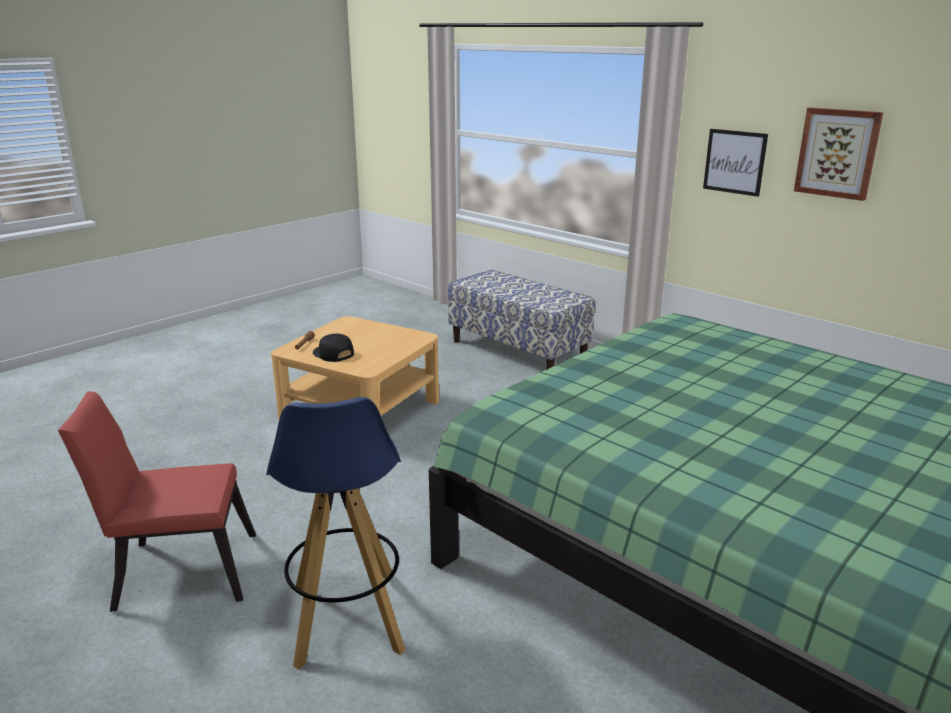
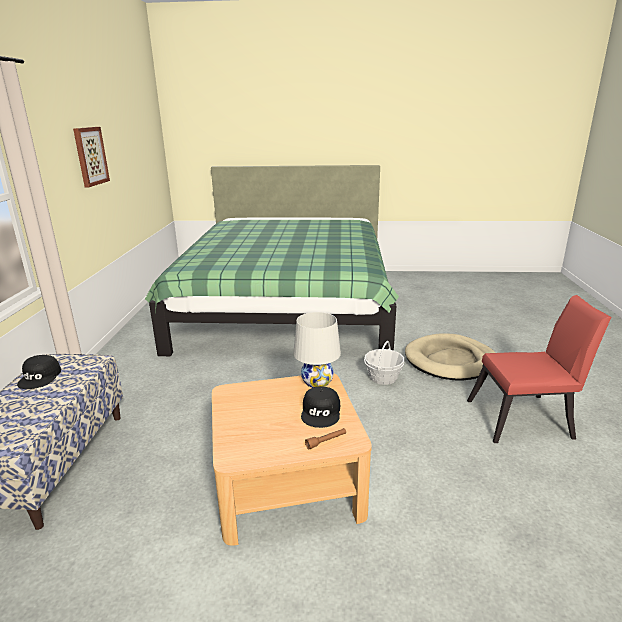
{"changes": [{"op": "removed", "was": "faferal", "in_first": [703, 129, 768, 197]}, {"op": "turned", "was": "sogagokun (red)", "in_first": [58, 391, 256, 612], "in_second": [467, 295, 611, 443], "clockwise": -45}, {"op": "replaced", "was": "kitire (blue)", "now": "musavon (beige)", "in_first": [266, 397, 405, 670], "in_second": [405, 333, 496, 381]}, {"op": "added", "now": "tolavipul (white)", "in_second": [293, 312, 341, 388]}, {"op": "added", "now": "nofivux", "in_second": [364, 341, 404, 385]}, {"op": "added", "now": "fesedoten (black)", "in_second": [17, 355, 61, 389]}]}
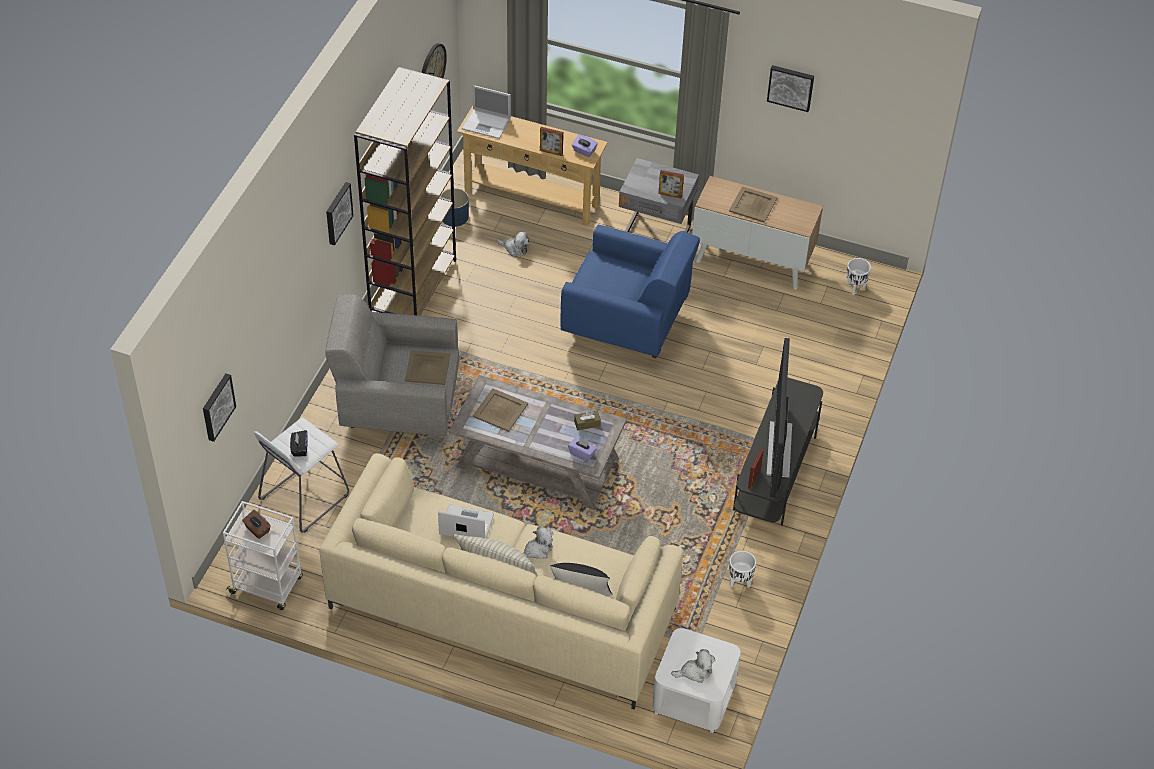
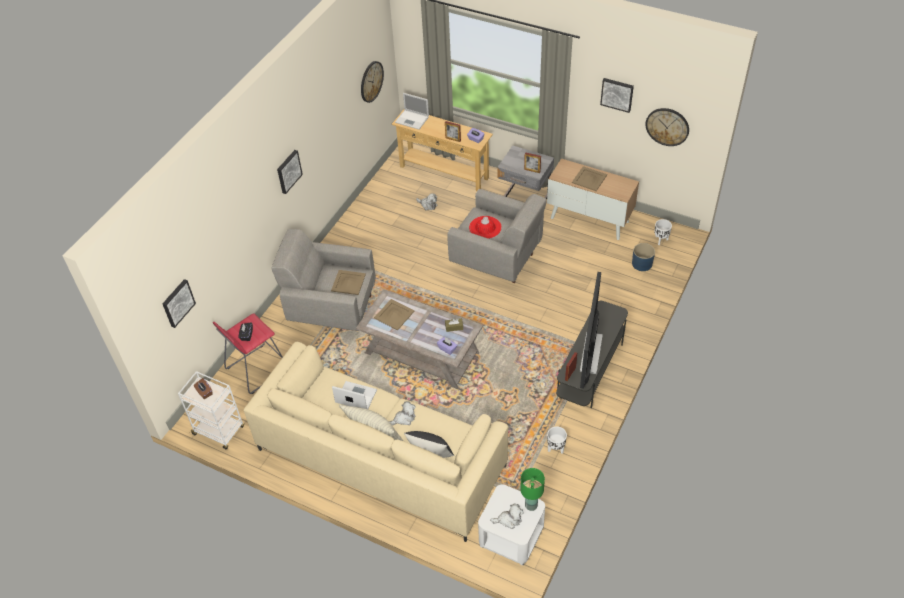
{"changes": [{"op": "removed", "was": "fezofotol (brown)", "in_first": [354, 67, 456, 316]}, {"op": "moved", "was": "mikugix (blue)", "in_first": [440, 188, 469, 227], "in_second": [632, 243, 655, 271]}, {"op": "recoloured", "was": "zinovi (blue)", "now": "zinovi (grey)", "in_first": [561, 224, 700, 358], "in_second": [448, 189, 547, 283]}, {"op": "recoloured", "was": "kitire (white)", "now": "kitire (red)", "in_first": [254, 418, 349, 533], "in_second": [213, 313, 283, 394]}, {"op": "added", "now": "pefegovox", "in_second": [645, 108, 689, 146]}, {"op": "added", "now": "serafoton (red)", "in_second": [469, 216, 502, 239]}, {"op": "added", "now": "tolavipul (green)", "in_second": [520, 468, 545, 511]}]}
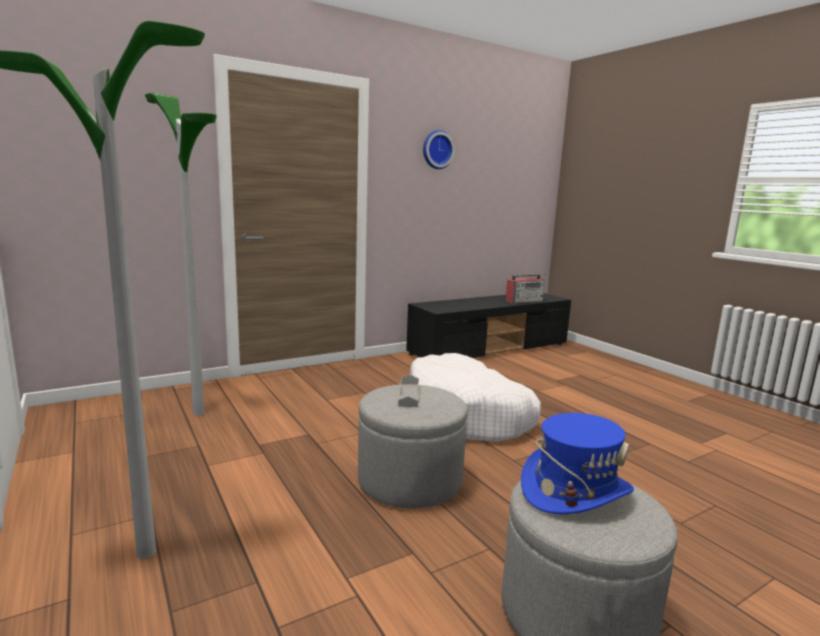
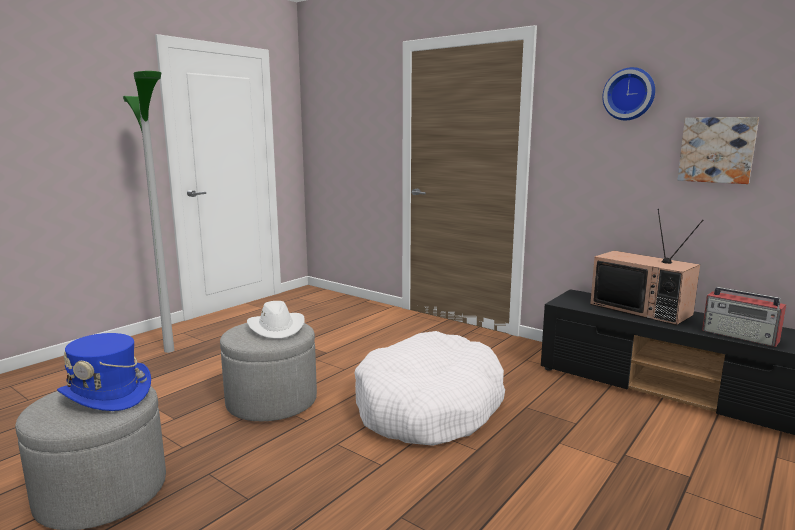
{"changes": [{"op": "removed", "was": "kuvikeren", "in_first": [145, 93, 217, 416]}, {"op": "replaced", "was": "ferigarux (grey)", "now": "serafoton (white)", "in_first": [398, 375, 419, 407], "in_second": [247, 301, 305, 339]}, {"op": "added", "now": "faferal", "in_second": [678, 117, 759, 184]}, {"op": "added", "now": "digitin", "in_second": [590, 209, 704, 325]}]}
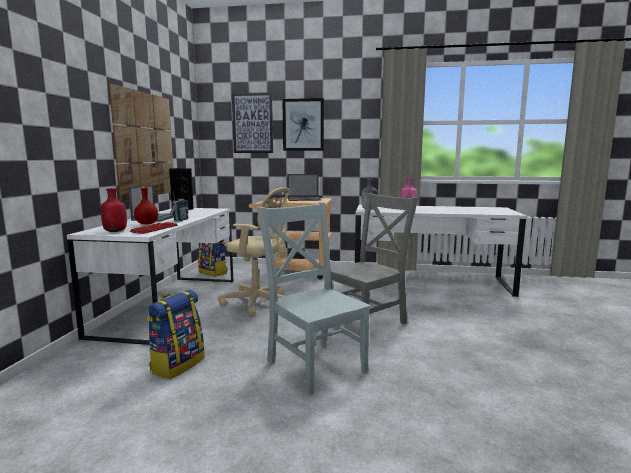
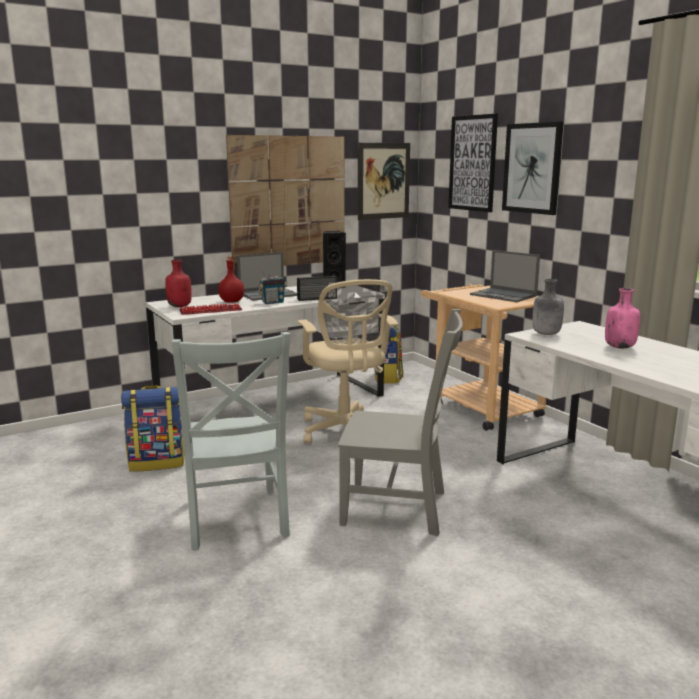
{"changes": [{"op": "turned", "was": "sogagokun (grey)", "in_first": [257, 202, 371, 395], "in_second": [171, 332, 291, 550], "clockwise": 150}, {"op": "added", "now": "faferal", "in_second": [358, 143, 410, 220]}, {"op": "added", "now": "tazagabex", "in_second": [297, 276, 337, 301]}]}
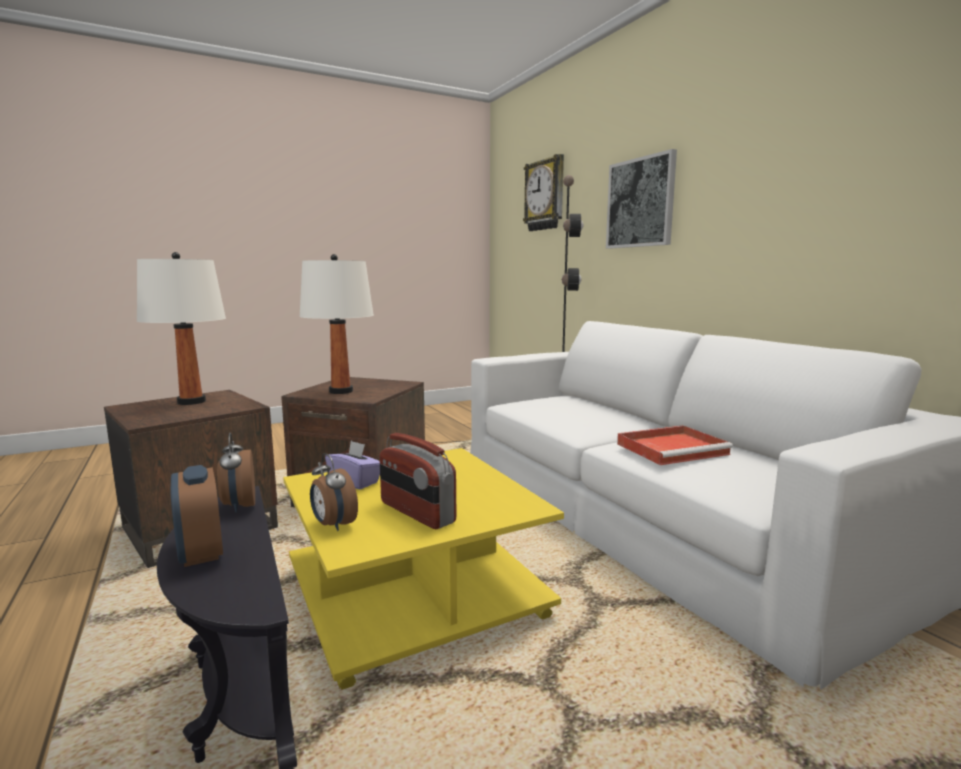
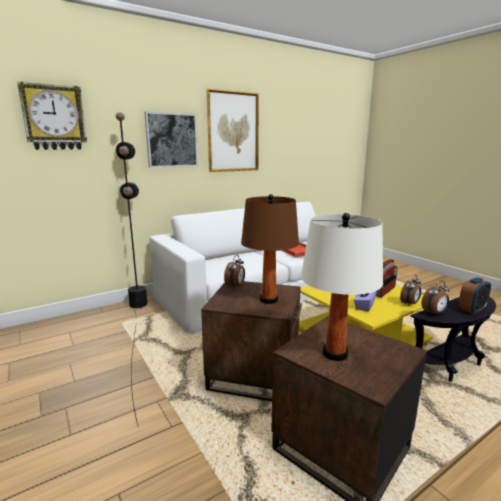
{"changes": [{"op": "recoloured", "was": "tolavipul (white)", "now": "tolavipul (brown)", "in_first": [299, 254, 374, 394], "in_second": [241, 194, 299, 304]}, {"op": "added", "now": "faferal", "in_second": [207, 89, 259, 172]}, {"op": "added", "now": "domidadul", "in_second": [224, 254, 245, 289]}]}
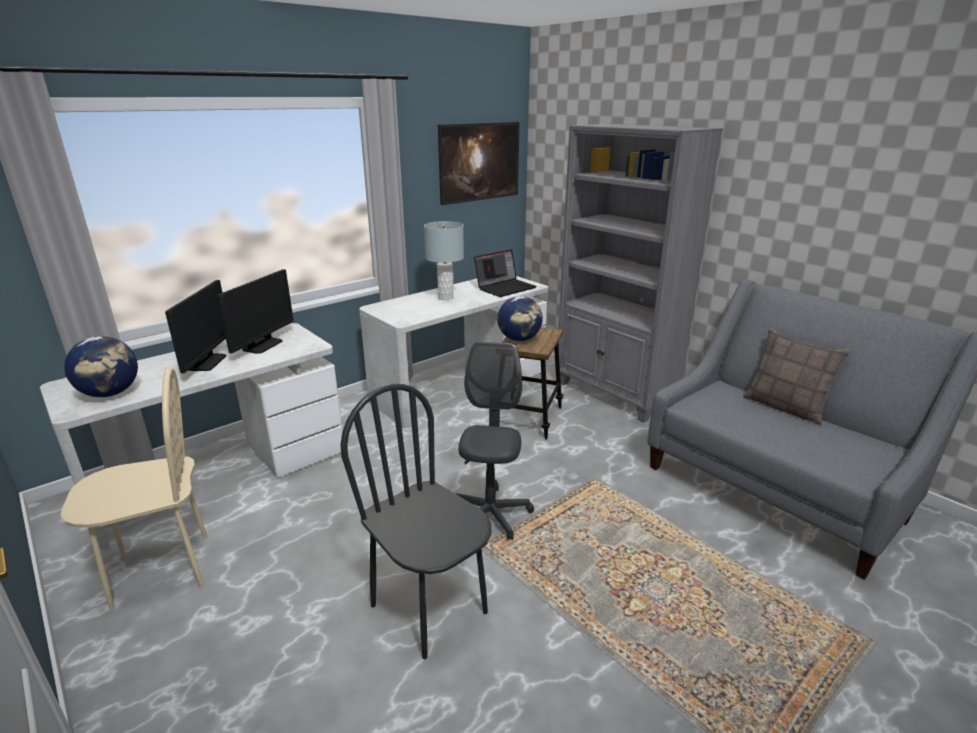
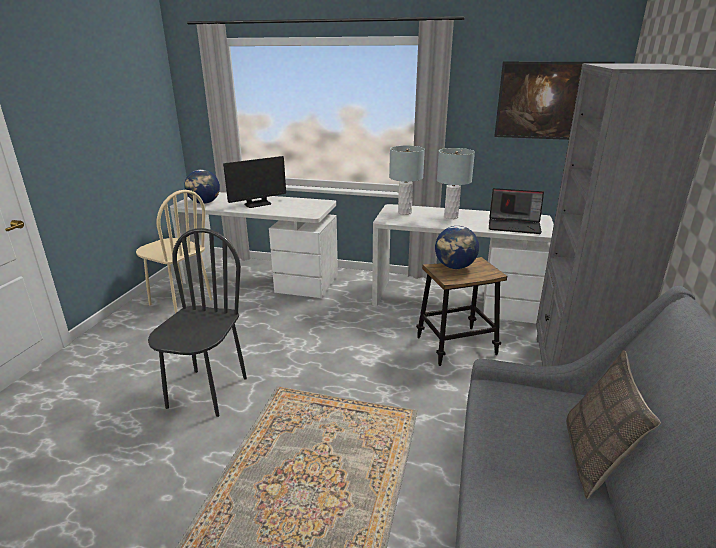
{"changes": [{"op": "removed", "was": "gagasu", "in_first": [217, 269, 294, 354]}, {"op": "removed", "was": "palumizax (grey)", "in_first": [455, 342, 534, 540]}, {"op": "added", "now": "tolavipul (grey)", "in_second": [389, 146, 425, 215]}]}
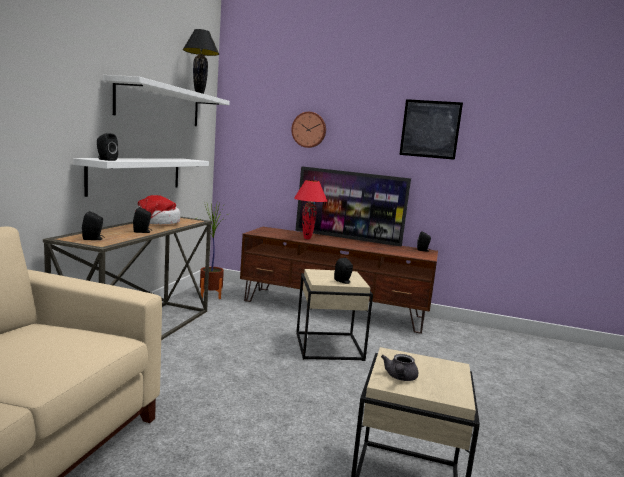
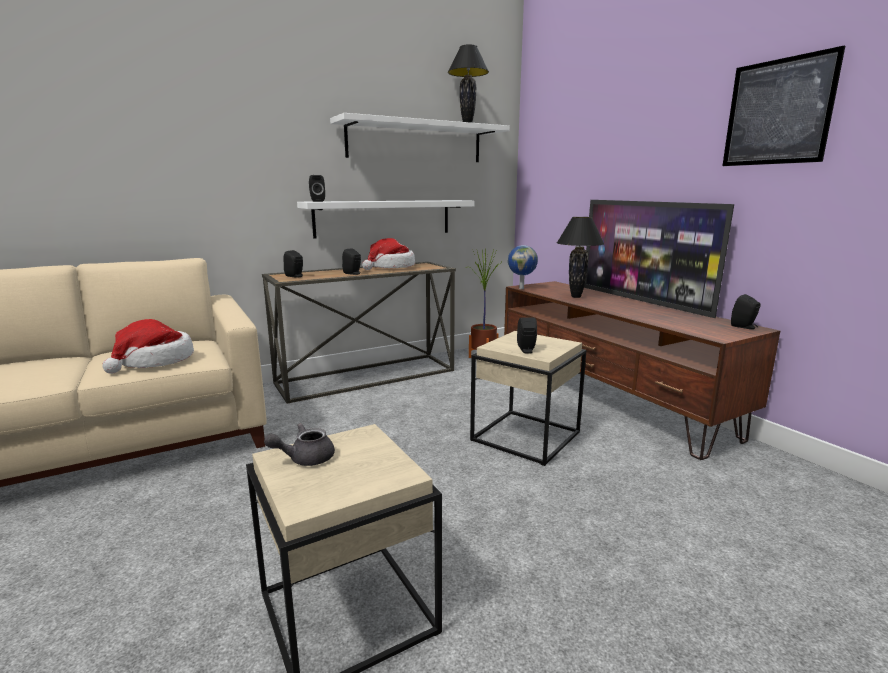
{"changes": [{"op": "removed", "was": "pefegovox", "in_first": [291, 112, 326, 148]}, {"op": "recoloured", "was": "tolavipul (red)", "now": "tolavipul (black)", "in_first": [294, 180, 327, 239], "in_second": [557, 217, 604, 298]}, {"op": "added", "now": "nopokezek", "in_second": [508, 245, 538, 289]}, {"op": "added", "now": "serafoton", "in_second": [102, 319, 194, 374]}]}
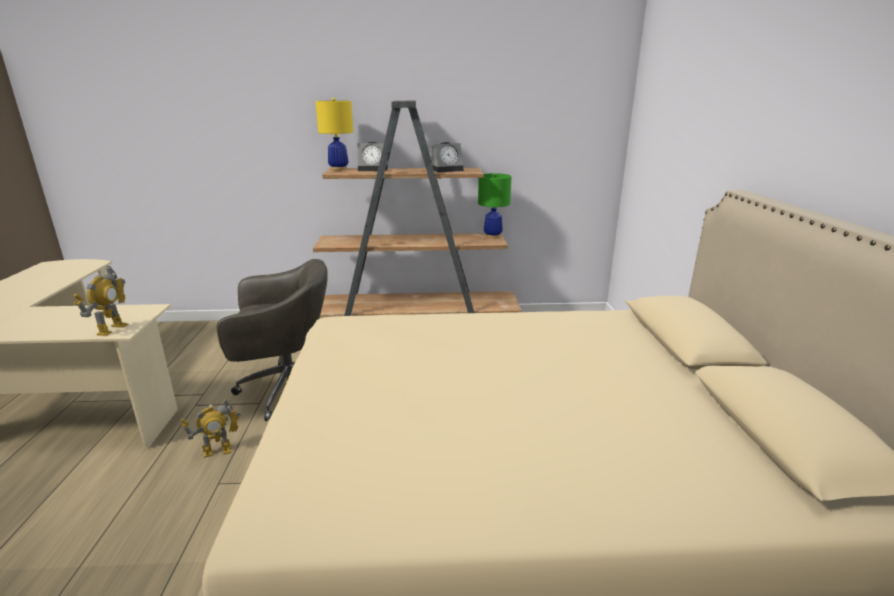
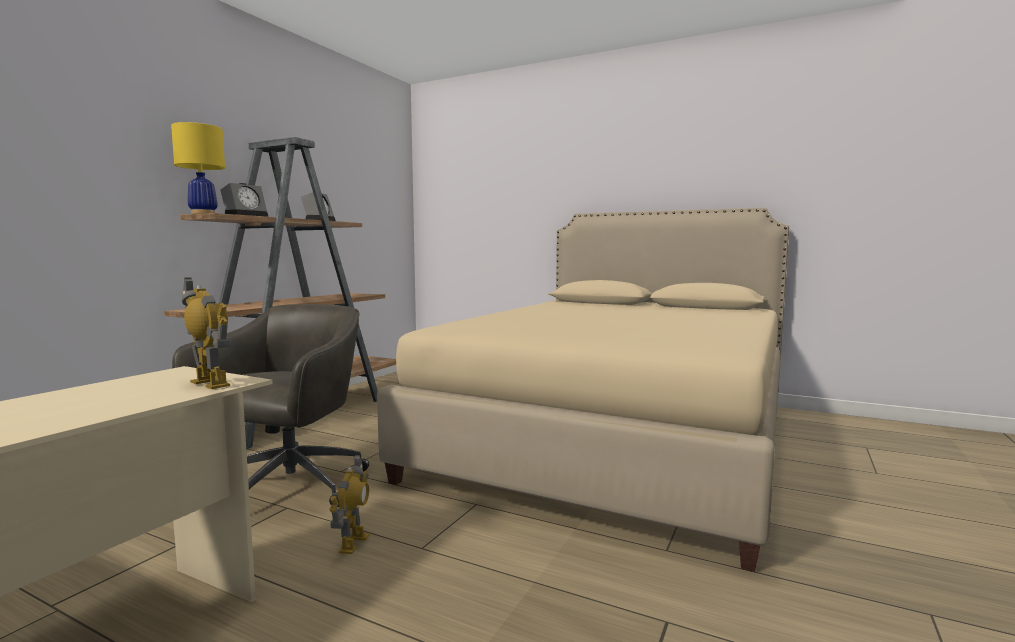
{"changes": [{"op": "removed", "was": "tolavipul (green)", "in_first": [478, 173, 512, 239]}]}
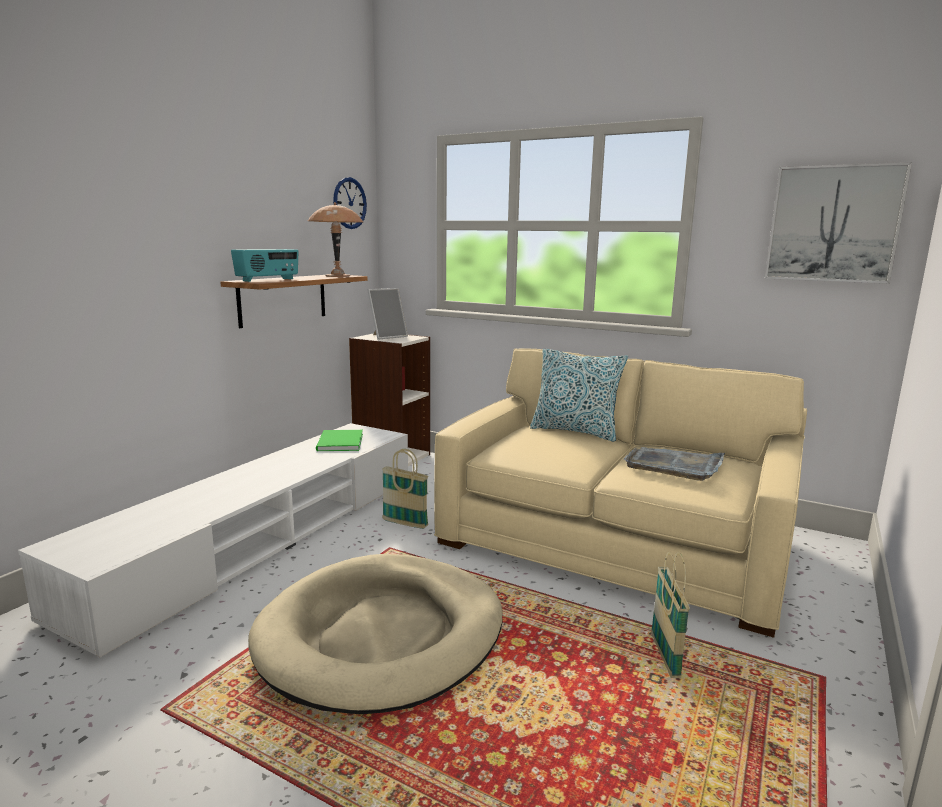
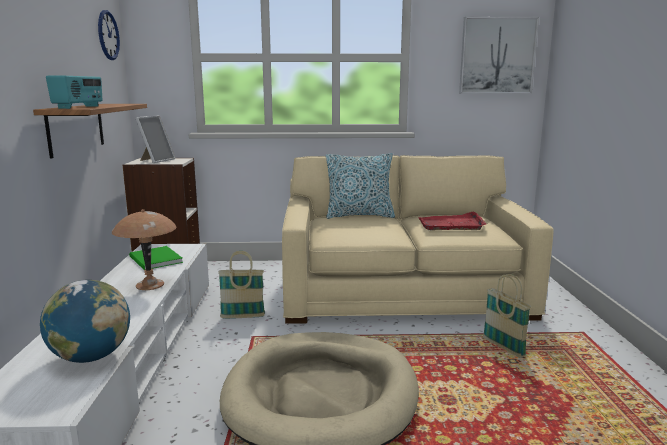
{"changes": [{"op": "moved", "was": "tolavipul (brown)", "in_first": [308, 202, 363, 277], "in_second": [112, 209, 176, 290]}, {"op": "recoloured", "was": "ferigarux (grey)", "now": "ferigarux (red)", "in_first": [624, 447, 725, 481], "in_second": [418, 212, 486, 231]}, {"op": "added", "now": "nopokezek", "in_second": [40, 280, 130, 363]}]}
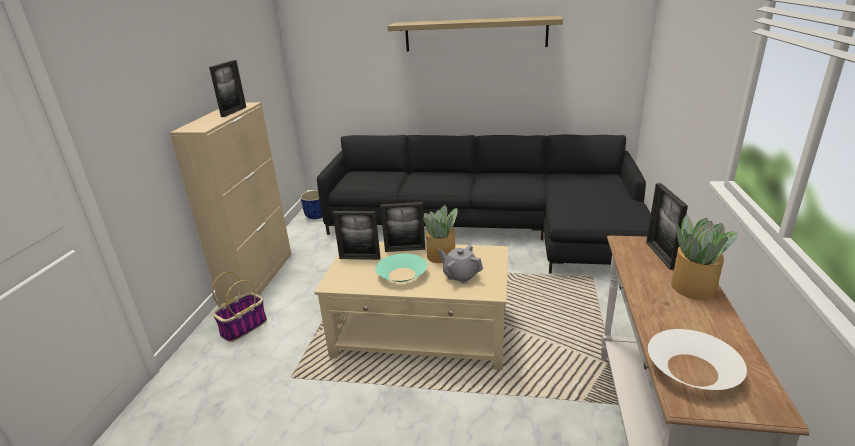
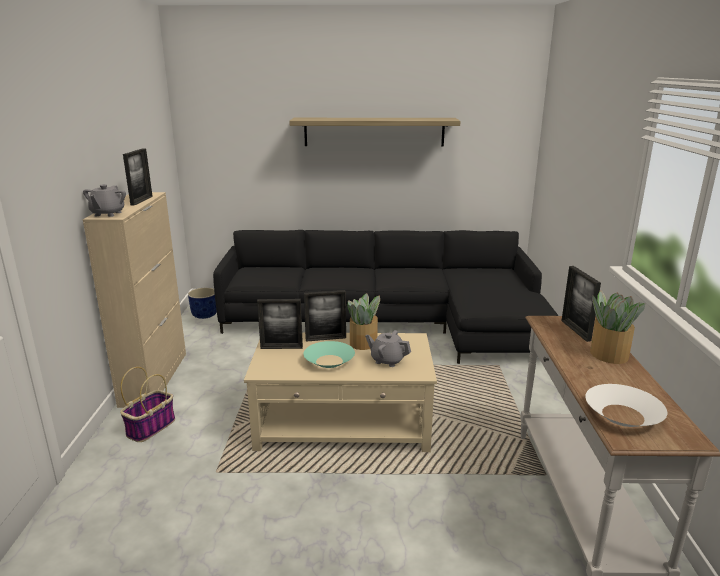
{"changes": [{"op": "added", "now": "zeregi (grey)", "in_second": [83, 184, 126, 217]}]}
